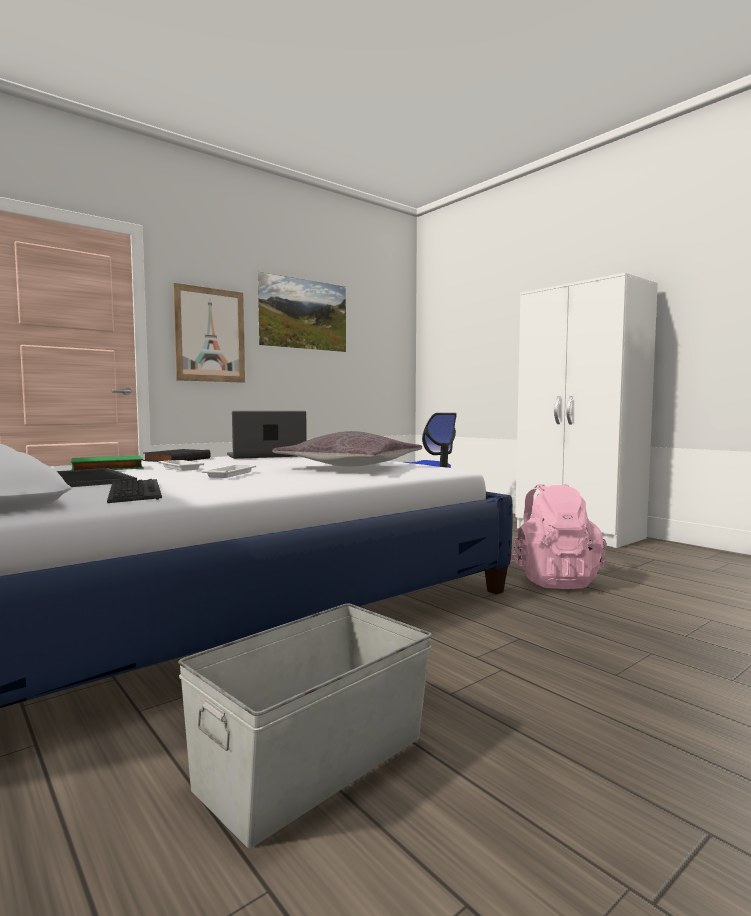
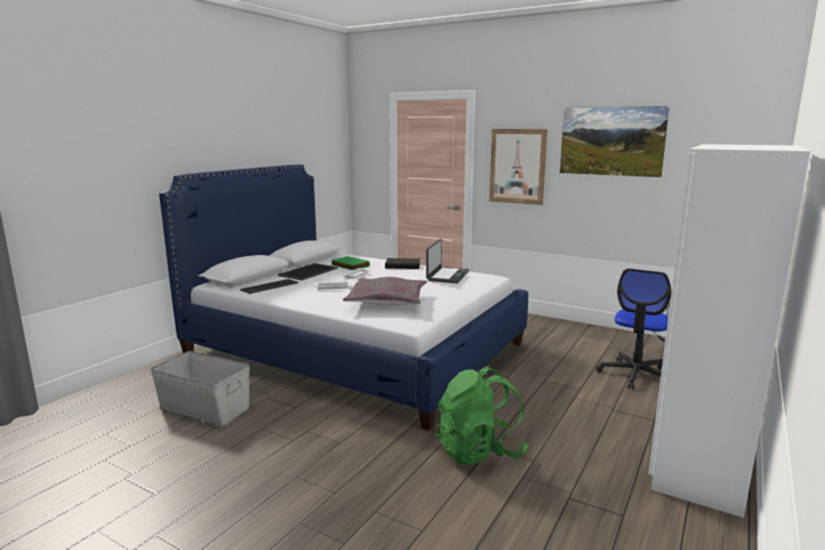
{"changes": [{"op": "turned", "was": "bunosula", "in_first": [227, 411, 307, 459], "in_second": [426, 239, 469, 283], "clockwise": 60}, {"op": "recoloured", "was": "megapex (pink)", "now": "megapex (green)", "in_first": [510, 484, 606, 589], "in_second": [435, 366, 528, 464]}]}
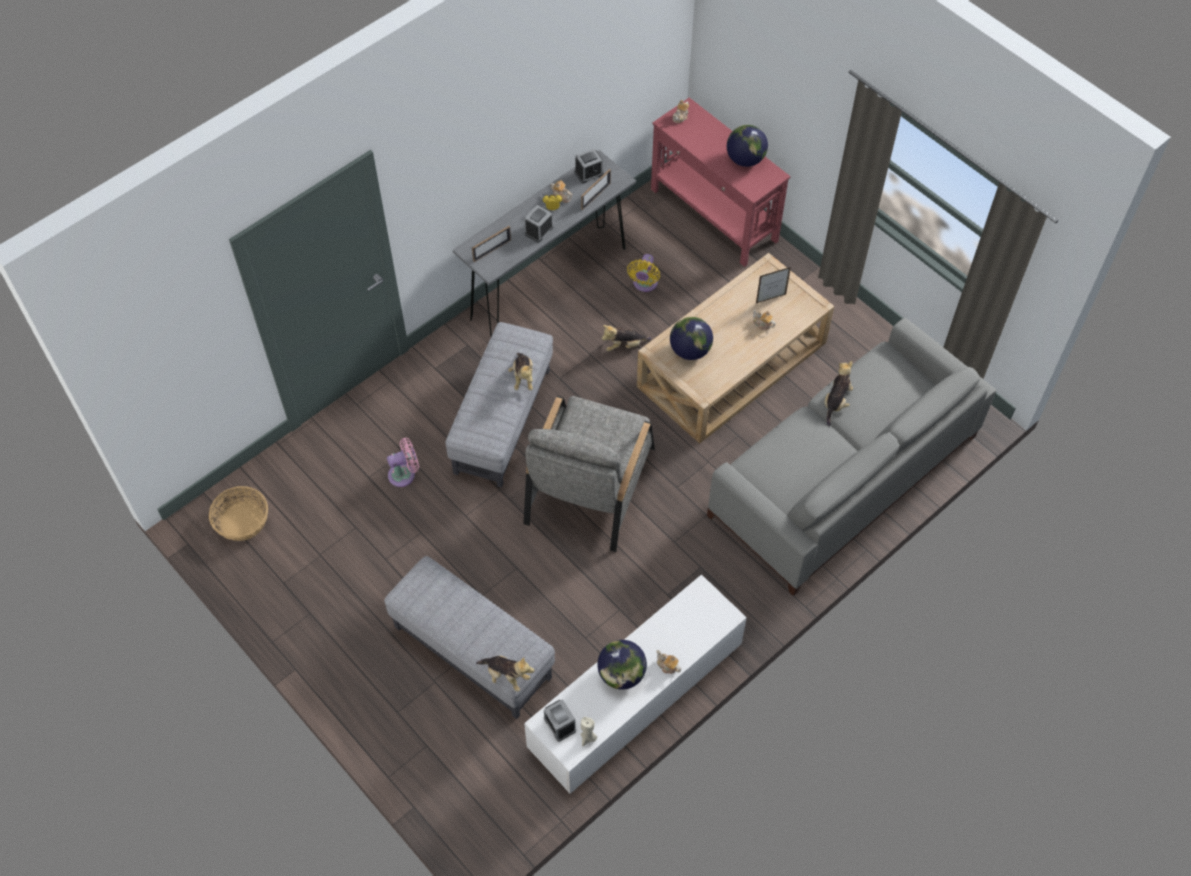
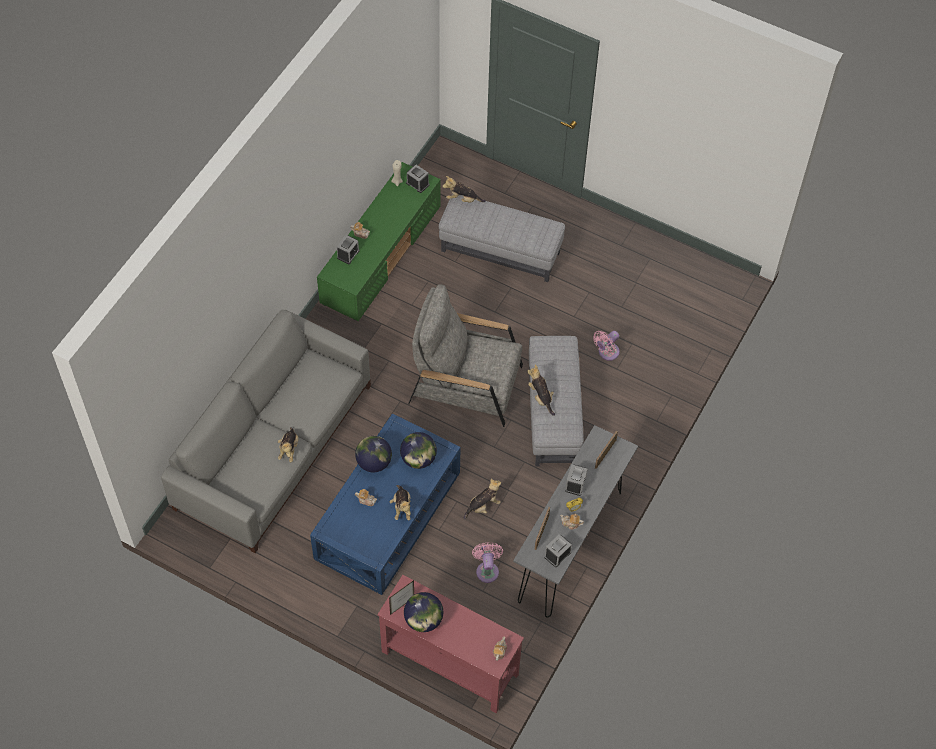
{"changes": [{"op": "recoloured", "was": "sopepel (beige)", "now": "sopepel (blue)", "in_first": [637, 253, 834, 444], "in_second": [310, 413, 460, 595]}, {"op": "recoloured", "was": "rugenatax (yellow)", "now": "rugenatax (pink)", "in_first": [627, 254, 660, 292], "in_second": [472, 542, 503, 583]}, {"op": "moved", "was": "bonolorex", "in_first": [756, 267, 791, 303], "in_second": [389, 580, 414, 615]}, {"op": "turned", "was": "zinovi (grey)", "in_first": [523, 396, 655, 552], "in_second": [408, 284, 523, 427], "clockwise": -75}, {"op": "removed", "was": "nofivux", "in_first": [209, 486, 268, 541]}, {"op": "recoloured", "was": "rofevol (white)", "now": "rofevol (green)", "in_first": [524, 574, 747, 794], "in_second": [317, 162, 441, 321]}, {"op": "moved", "was": "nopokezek", "in_first": [597, 640, 647, 690], "in_second": [355, 436, 392, 472]}, {"op": "added", "now": "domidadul", "in_second": [337, 235, 360, 264]}, {"op": "added", "now": "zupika", "in_second": [390, 485, 411, 520]}]}
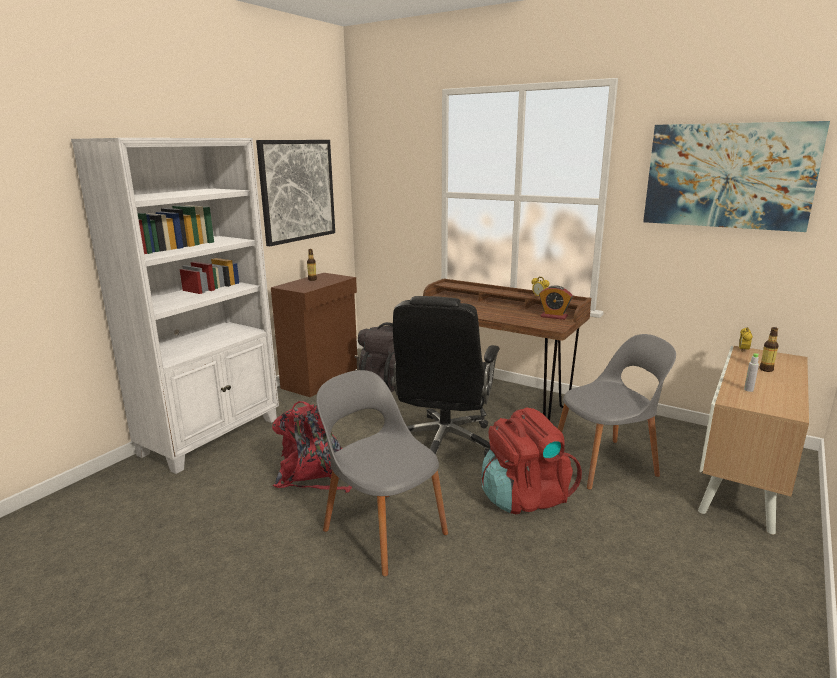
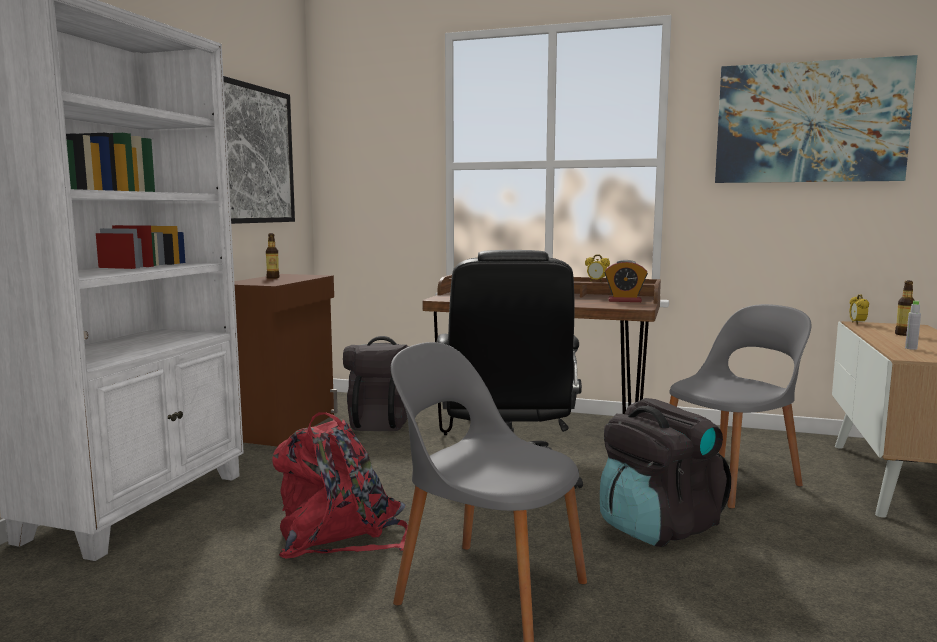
{"changes": [{"op": "recoloured", "was": "megapex (red)", "now": "megapex (black)", "in_first": [481, 407, 582, 514], "in_second": [600, 398, 731, 547]}]}
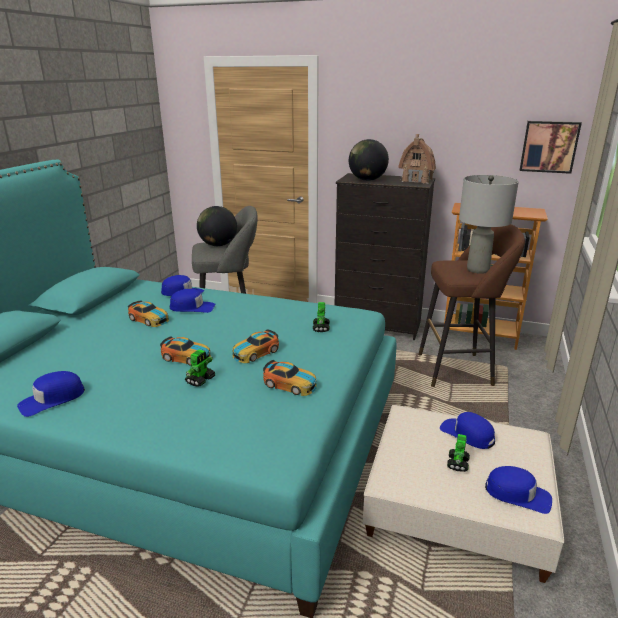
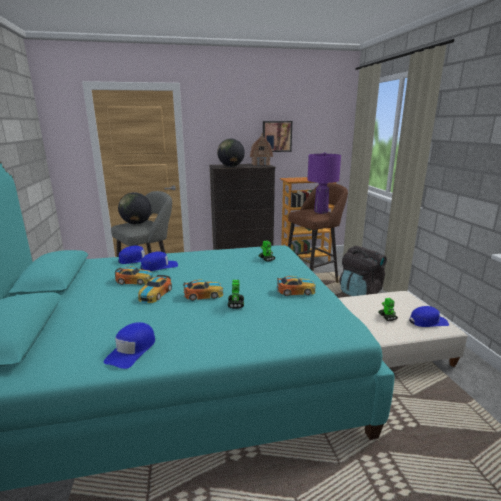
{"changes": [{"op": "moved", "was": "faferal", "in_first": [520, 121, 582, 174], "in_second": [263, 121, 292, 152]}, {"op": "recoloured", "was": "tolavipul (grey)", "now": "tolavipul (purple)", "in_first": [459, 175, 519, 274], "in_second": [307, 152, 341, 214]}, {"op": "moved", "was": "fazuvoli", "in_first": [232, 329, 279, 363], "in_second": [138, 275, 172, 303]}, {"op": "removed", "was": "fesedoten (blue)", "in_first": [440, 412, 495, 449]}, {"op": "added", "now": "megapex (black)", "in_second": [339, 246, 387, 296]}]}
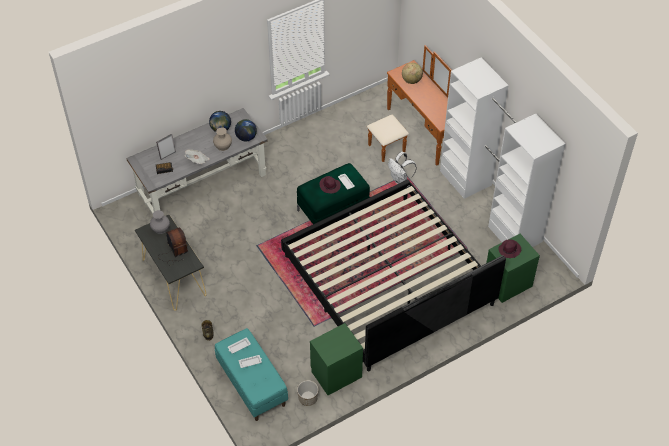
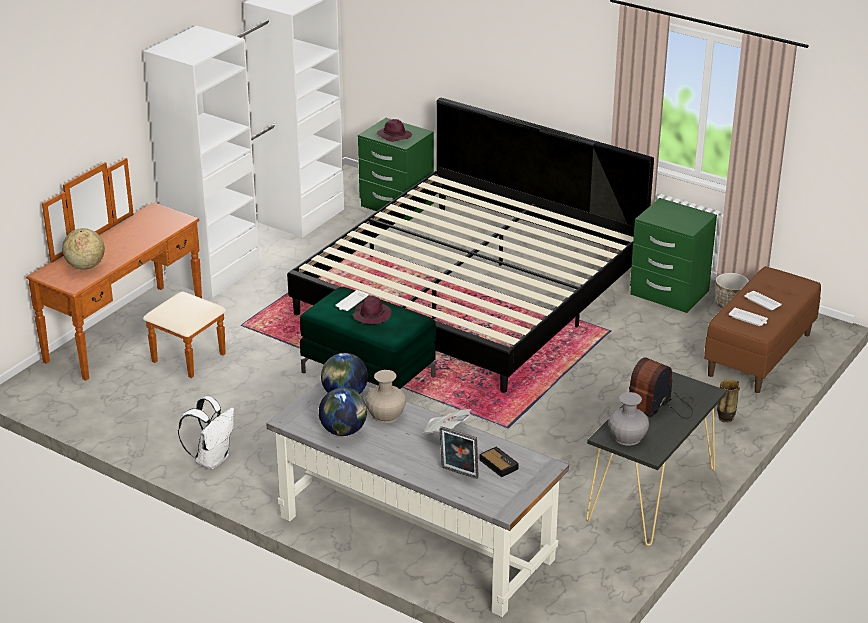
{"changes": [{"op": "moved", "was": "megapex (white)", "in_first": [388, 152, 417, 184], "in_second": [178, 396, 234, 469]}, {"op": "recoloured", "was": "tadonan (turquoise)", "now": "tadonan (brown)", "in_first": [215, 328, 288, 421], "in_second": [704, 266, 821, 393]}]}
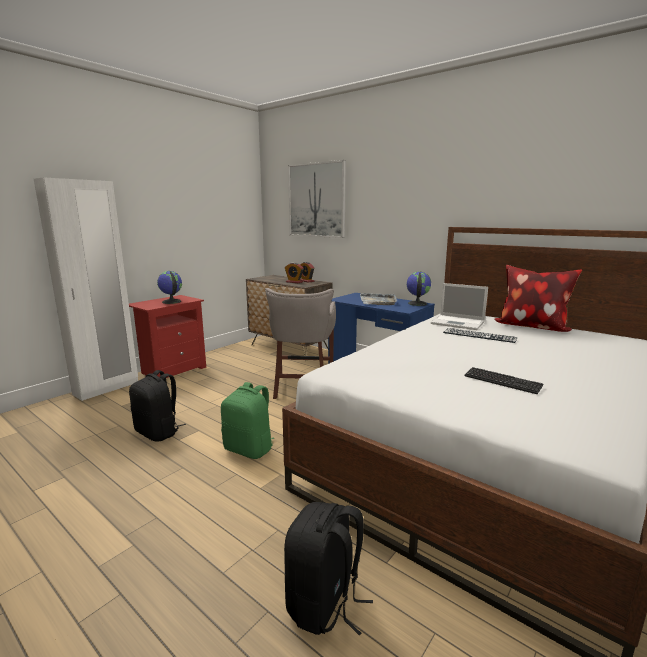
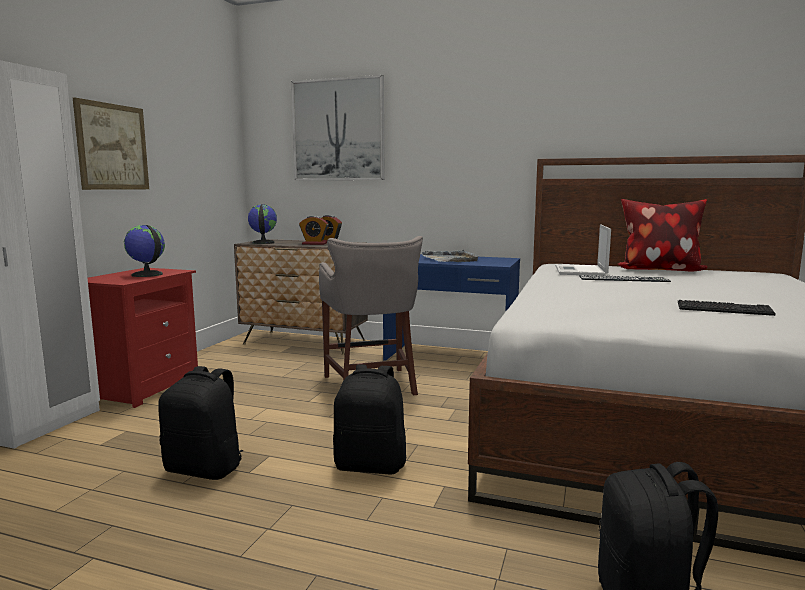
{"changes": [{"op": "moved", "was": "nopokezek", "in_first": [406, 272, 431, 306], "in_second": [248, 204, 277, 244]}, {"op": "turned", "was": "bunosula", "in_first": [431, 283, 488, 330], "in_second": [555, 224, 611, 276], "clockwise": 90}, {"op": "recoloured", "was": "megapex (green)", "now": "megapex (black)", "in_first": [221, 382, 274, 459], "in_second": [333, 364, 406, 475]}, {"op": "added", "now": "faferal", "in_second": [73, 98, 149, 190]}]}
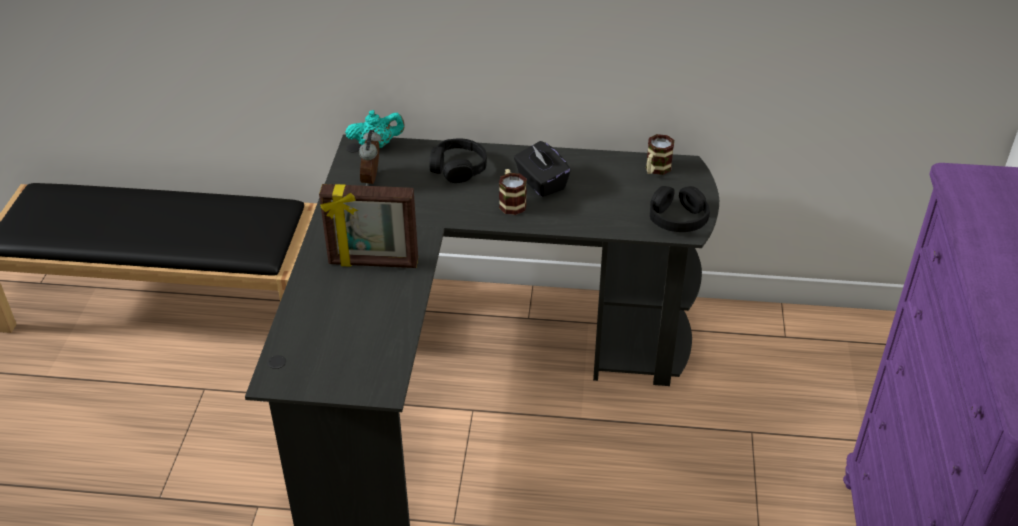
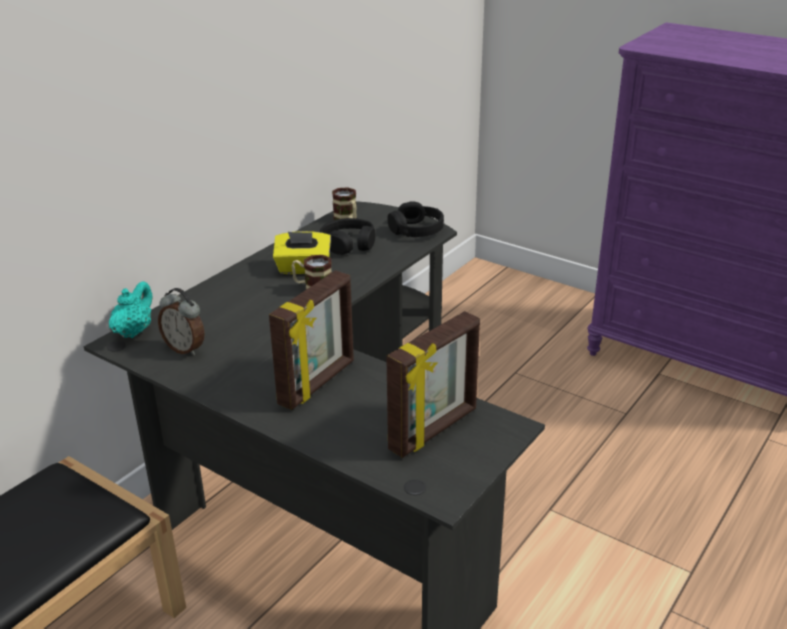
{"changes": [{"op": "moved", "was": "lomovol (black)", "in_first": [429, 138, 487, 183], "in_second": [320, 218, 375, 255]}, {"op": "recoloured", "was": "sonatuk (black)", "now": "sonatuk (yellow)", "in_first": [514, 141, 571, 197], "in_second": [273, 231, 331, 274]}, {"op": "added", "now": "bonolorex", "in_second": [386, 311, 480, 458]}]}
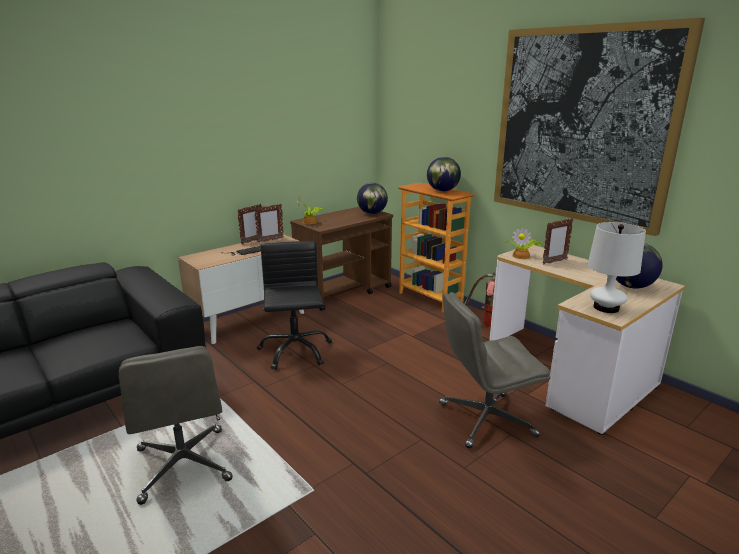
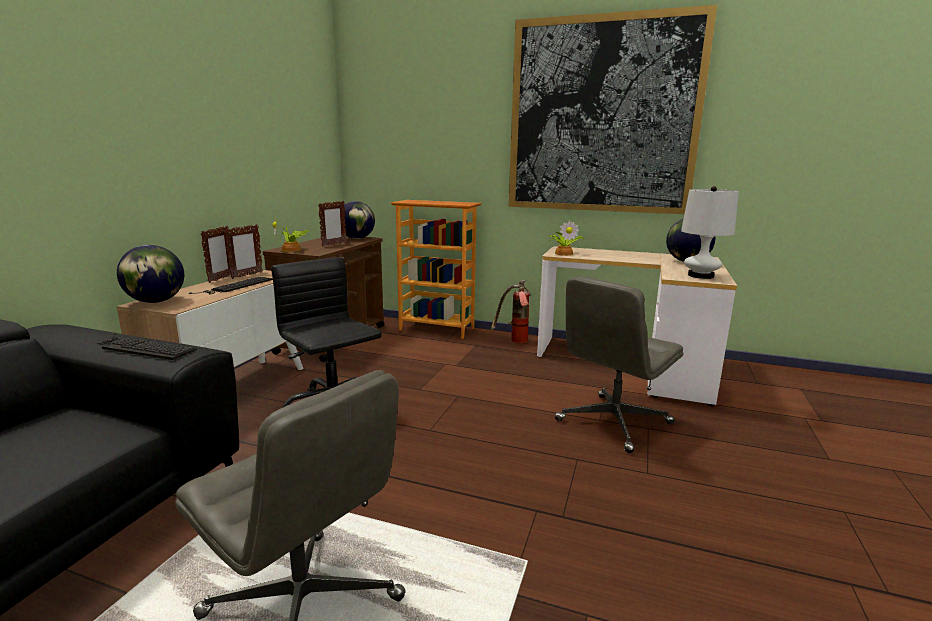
{"changes": [{"op": "moved", "was": "nopokezek", "in_first": [427, 157, 461, 191], "in_second": [117, 245, 184, 303]}, {"op": "moved", "was": "bonolorex", "in_first": [543, 218, 573, 264], "in_second": [318, 201, 347, 247]}, {"op": "added", "now": "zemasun", "in_second": [96, 333, 197, 360]}]}
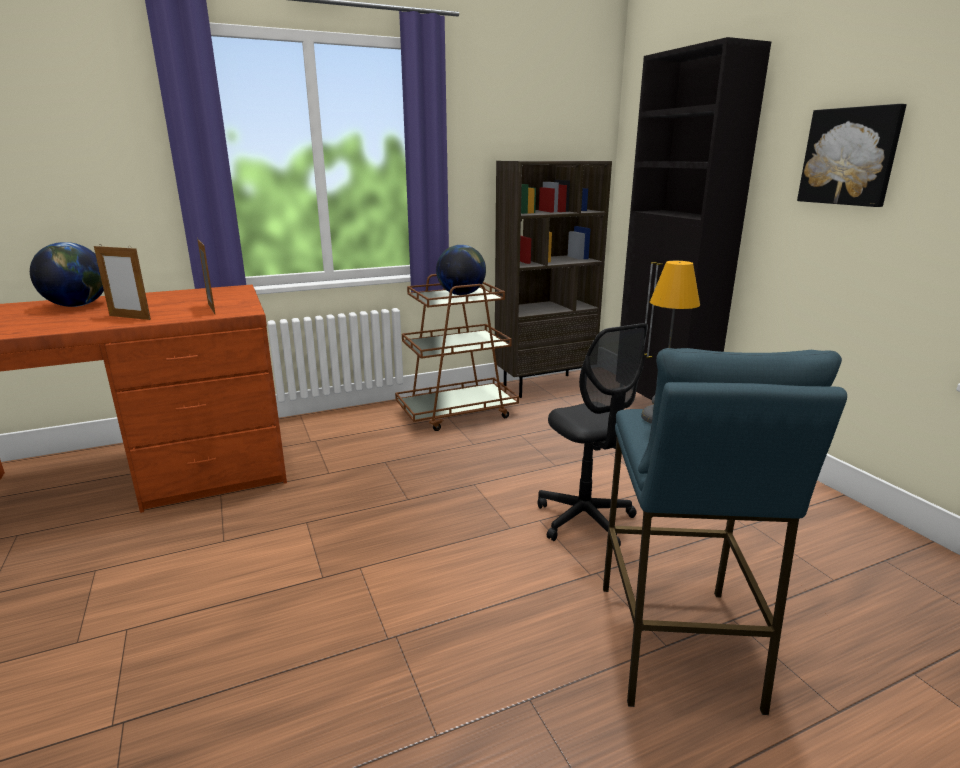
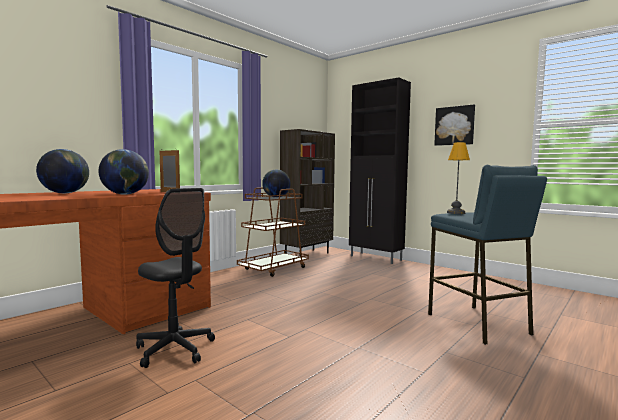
{"changes": [{"op": "replaced", "was": "bonolorex", "now": "nopokezek", "in_first": [94, 245, 151, 320], "in_second": [99, 149, 149, 195]}, {"op": "moved", "was": "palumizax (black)", "in_first": [538, 323, 648, 546], "in_second": [136, 188, 215, 368]}]}
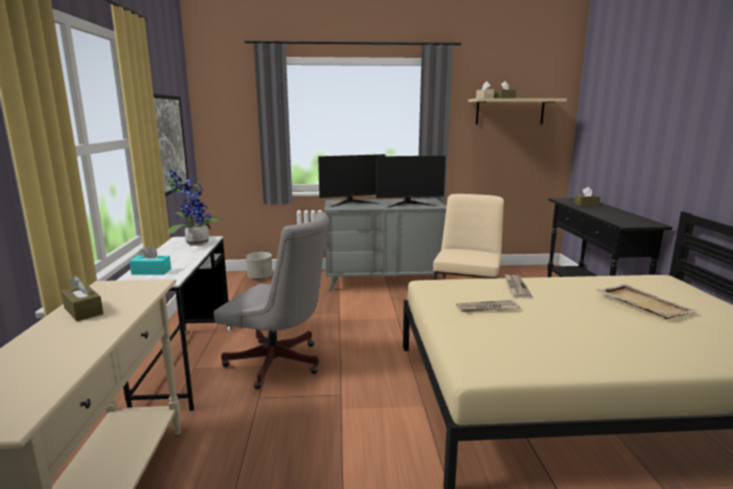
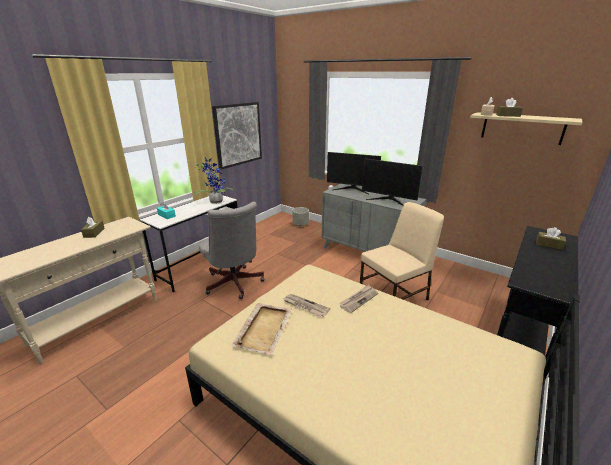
{"changes": [{"op": "moved", "was": "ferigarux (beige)", "in_first": [596, 284, 698, 319], "in_second": [231, 303, 292, 356]}]}
